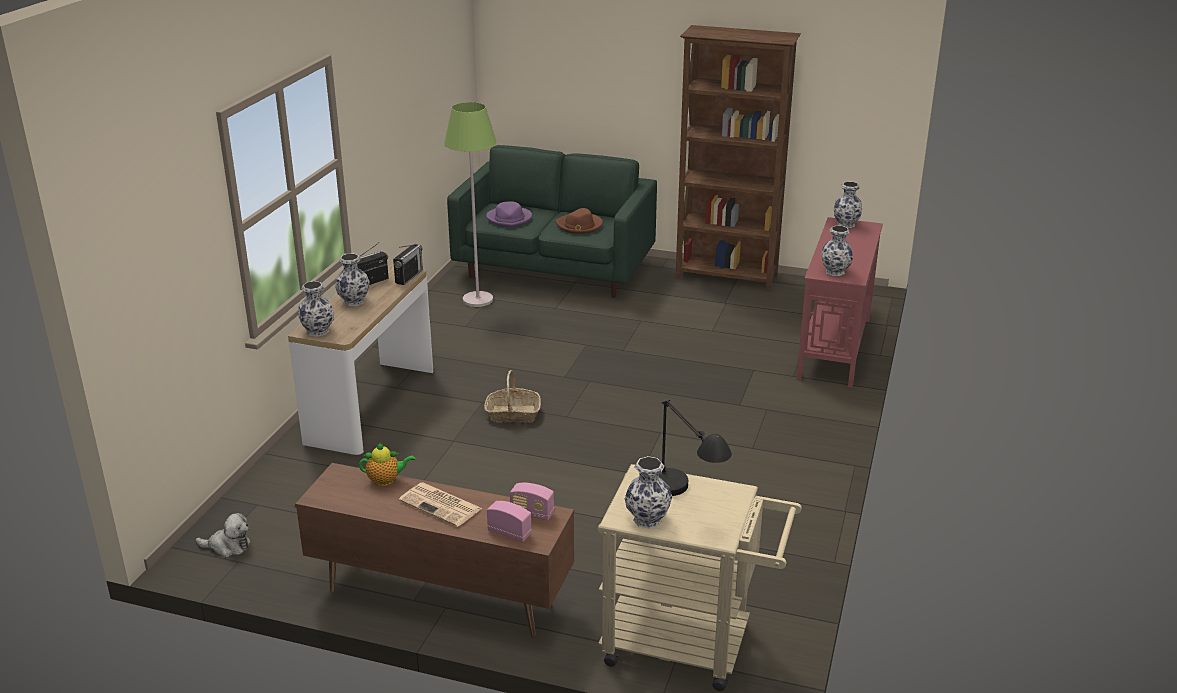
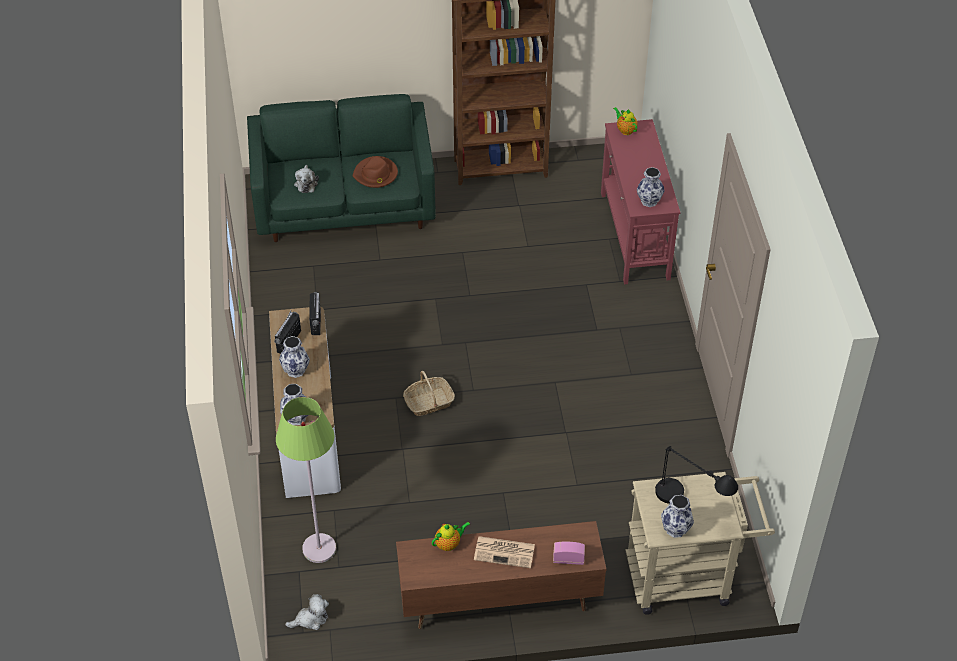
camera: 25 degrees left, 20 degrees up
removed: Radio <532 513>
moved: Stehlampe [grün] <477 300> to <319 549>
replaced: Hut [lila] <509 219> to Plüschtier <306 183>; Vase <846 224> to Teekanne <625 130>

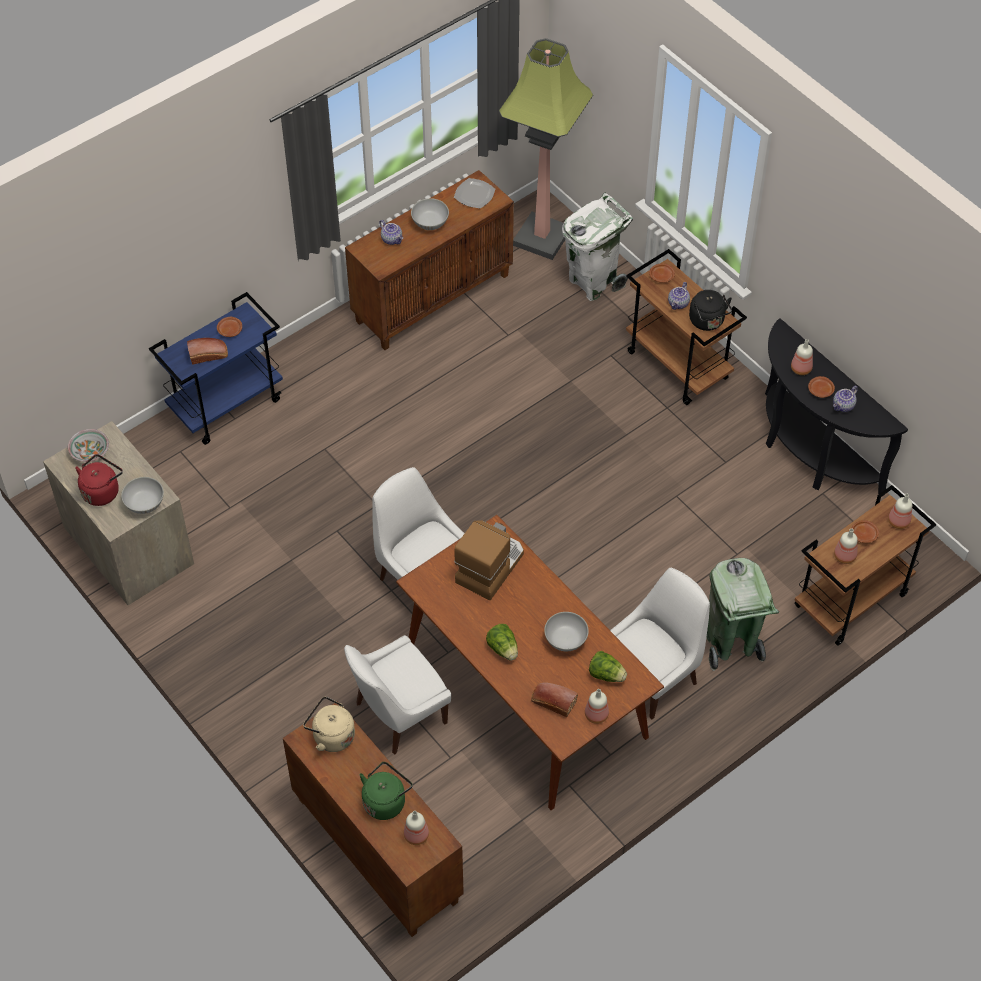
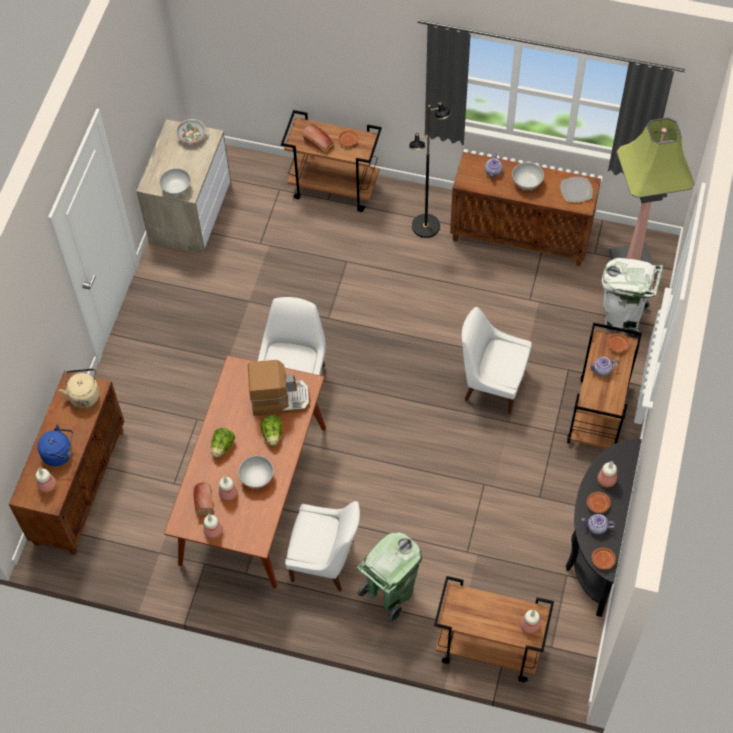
camera: 55 degrees right, 5 degrees up
removed: Wasserkessel [rot] <102 491>; Wasserkessel [schwarz] <708 322>
added: Stehlampe [schwarz] <426 226>
moved: Stuhl [weiß] <398 715> to <492 384>; Salatkopf <606 674> to <272 434>; Flasche <845 555> to <229 494>; Teller [braun] <864 534> to <603 560>
recoloured: Rollwagen [blau] <227 404> to Rollwagen [braun] <335 188>; Wasserkessel [grün] <385 801> to Wasserkessel [blau] <59 454>

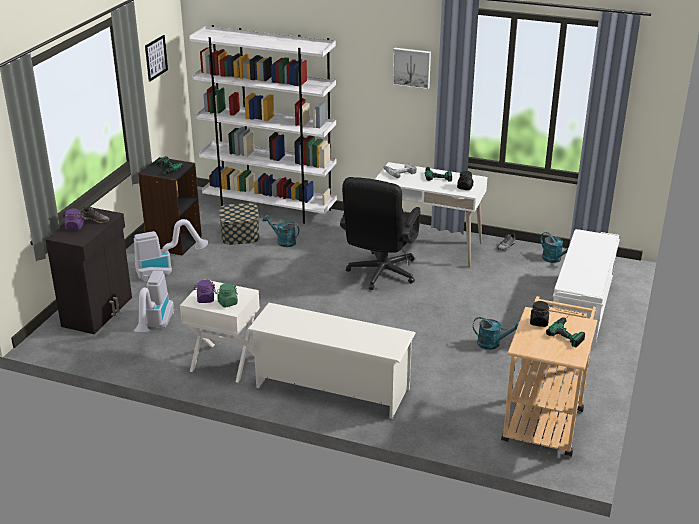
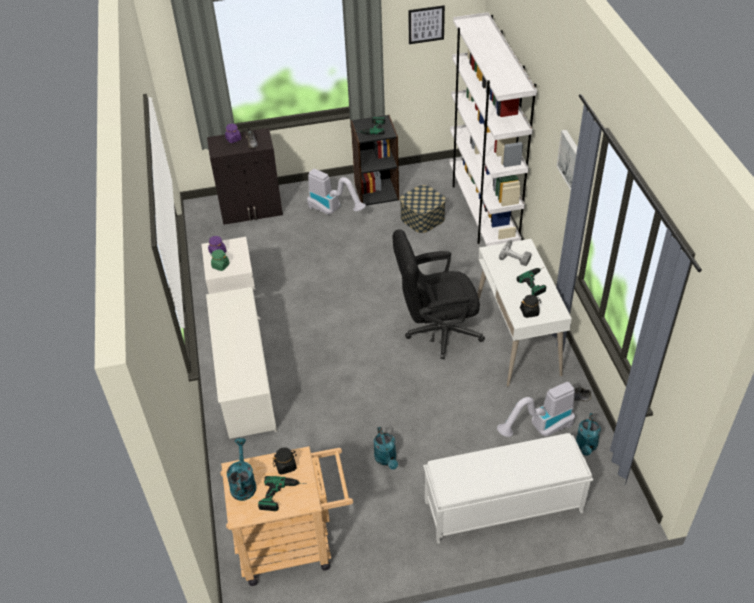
camera: 60 degrees right, 15 degrees up
moved: Staubsauger <155 327> to <539 429>; Gießkanne [türkis] <283 241> to <243 483>

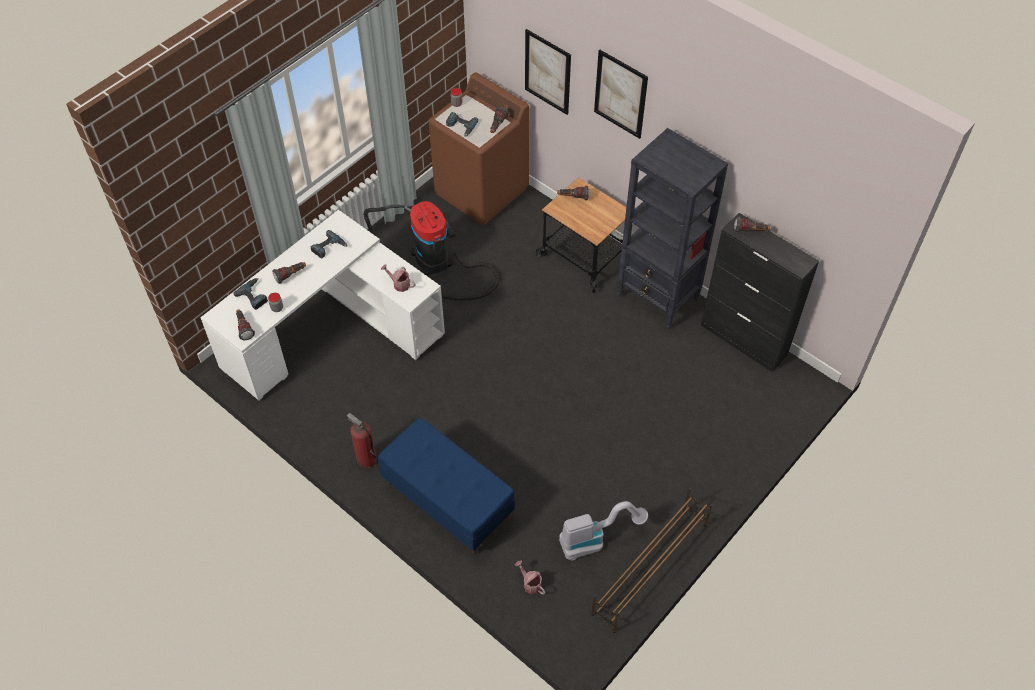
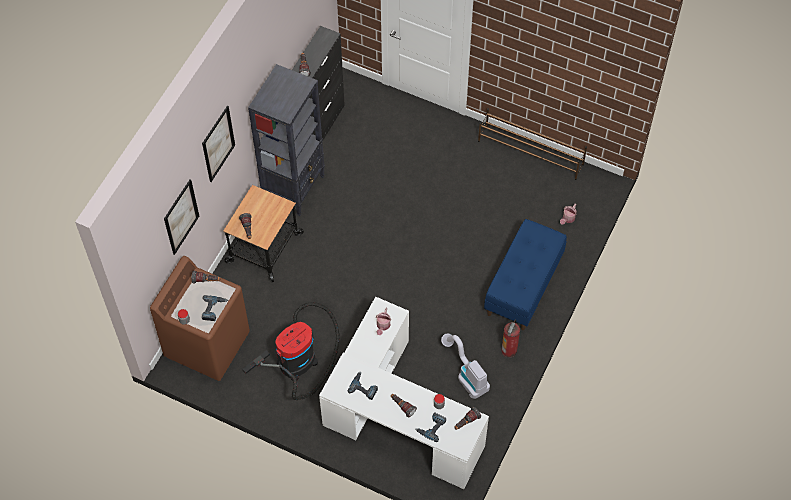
camera: 105 degrees left, 5 degrees up
moved: Staubsauger <595 539> to <466 375>

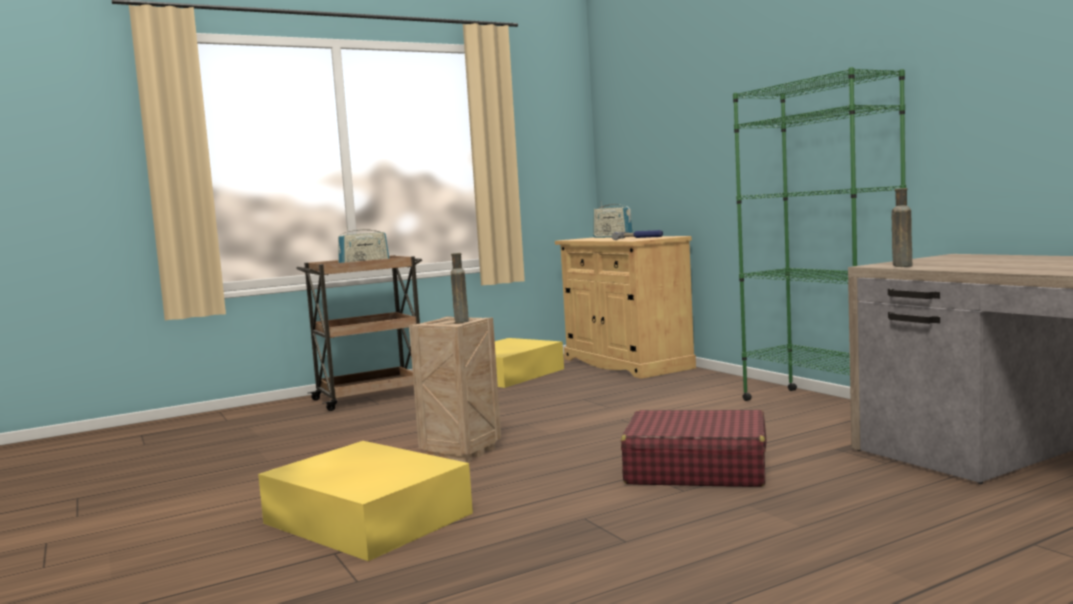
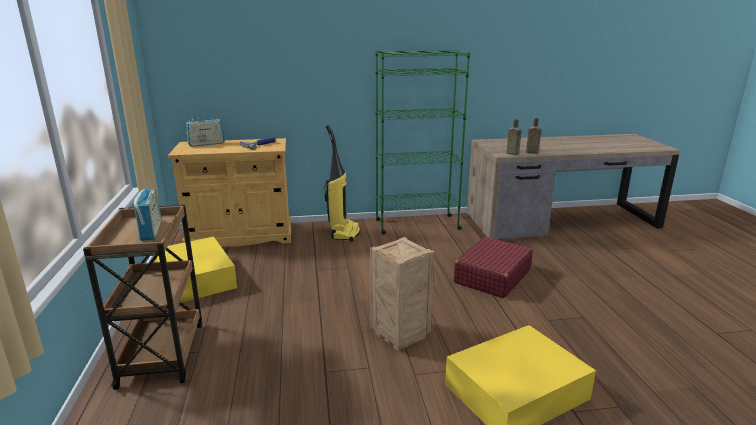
camera: 70 degrees left, 15 degrees up
added: Staubsauger <344 232>
moved: Flasche [braun] <461 321> to <531 152>

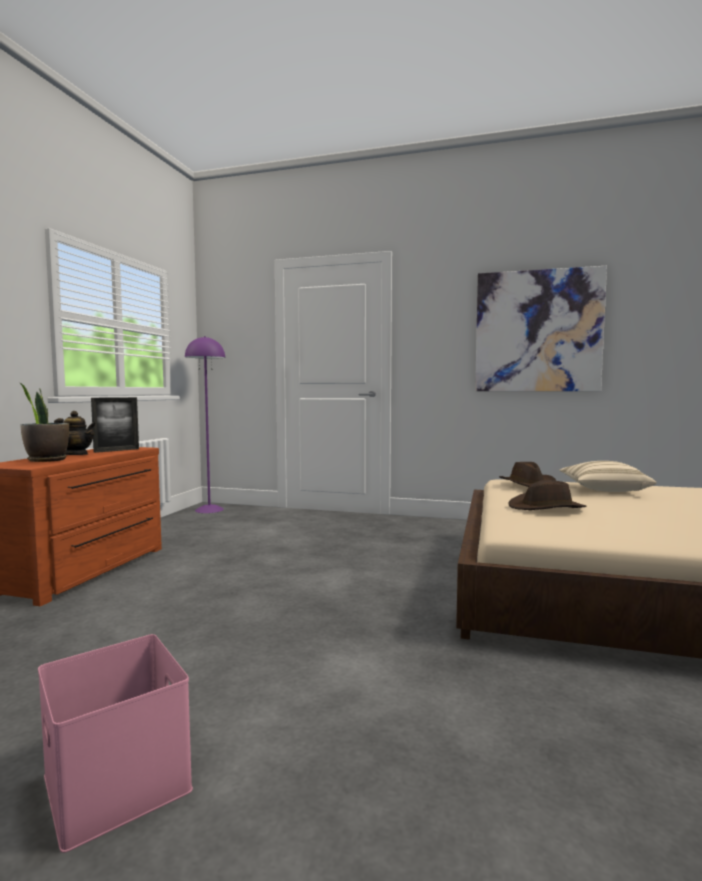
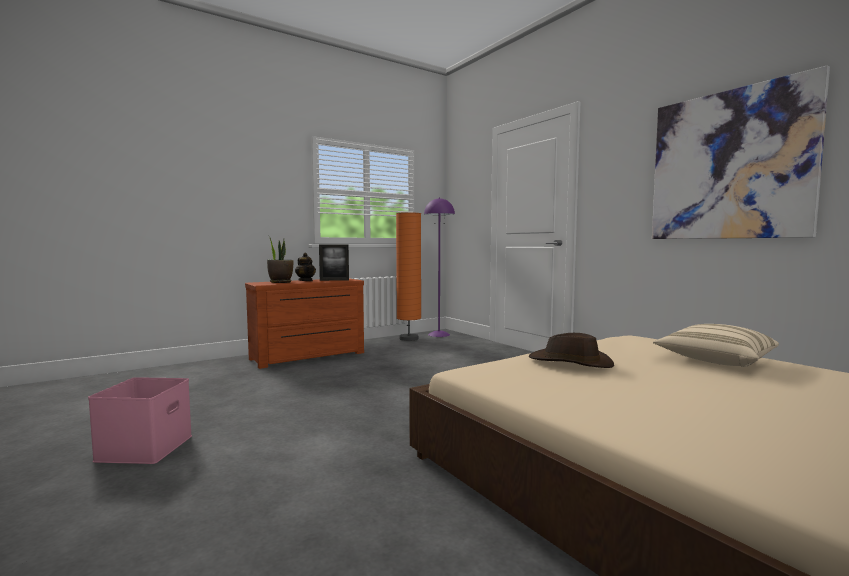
camera: 40 degrees right, 0 degrees up
removed: Hut [braun] <528 484>
added: Stehlampe [orange] <408 339>

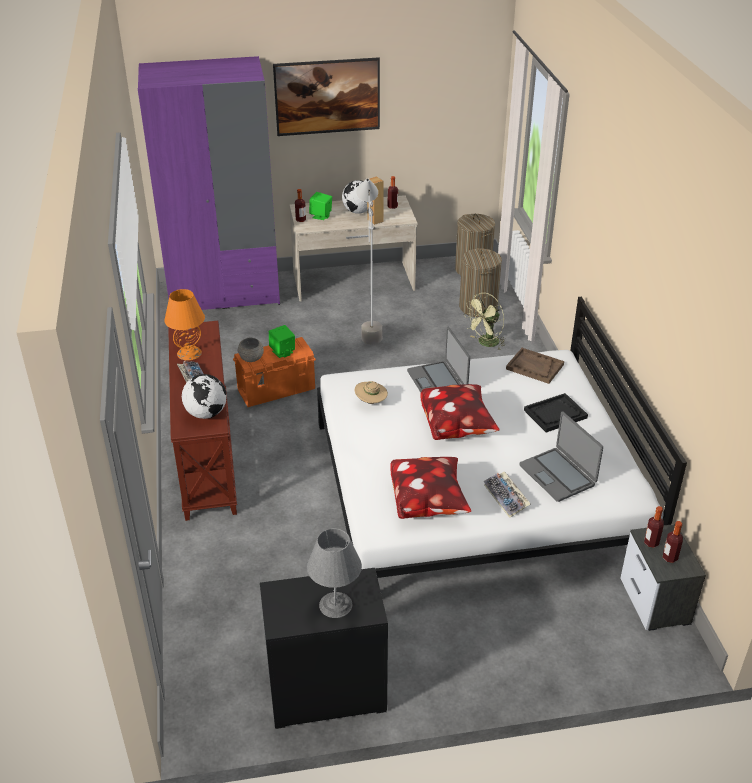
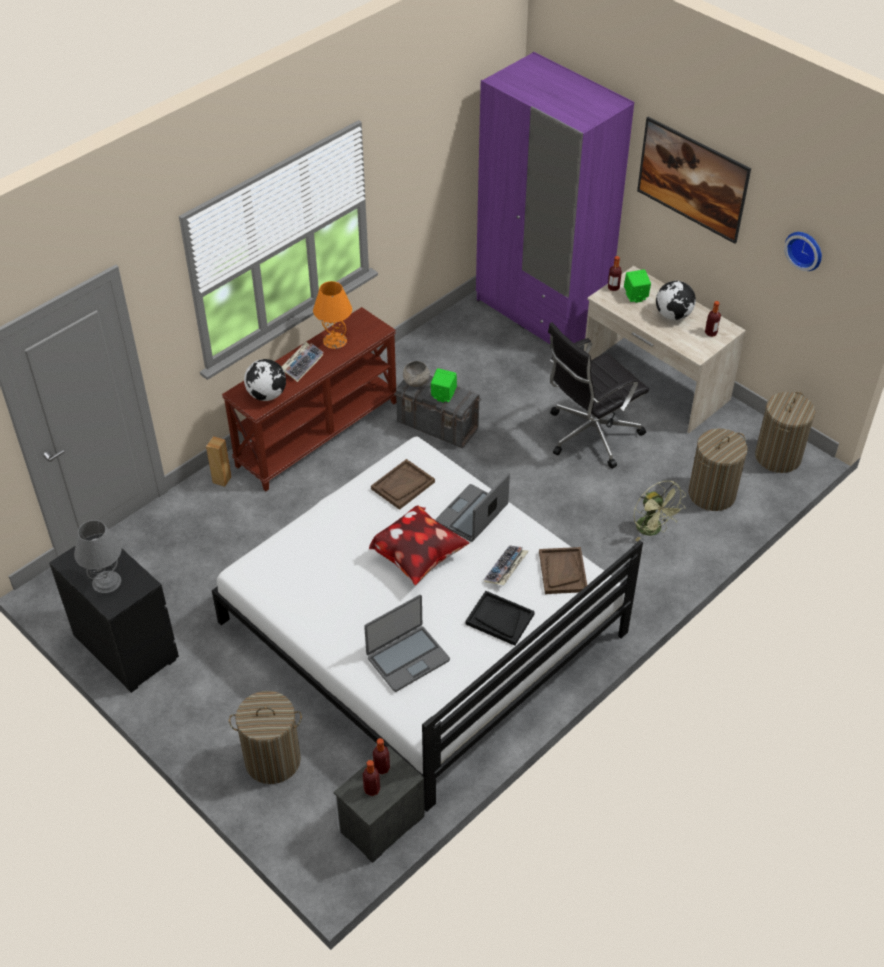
camera: 55 degrees right, 10 degrees up
removed: Kissen <428 503>
added: Wäschekorb <272 760>; Wanduhr <805 249>
moved: Lautsprecher [braun] <375 220> to <221 479>; Tastatur <507 498> to <506 570>
replaced: Hut [beige] <371 402> to Tablett [braun] <403 485>; Stehlampe [grau] <369 328> to Bürostuhl [schwarz] <590 435>
recoloured: Aufbewahrungsbox [orange] <277 390> to Aufbewahrungsbox [grau] <438 426>
turned: Ventilator [grün] <485 343> = <653 530> 135 degrees counterclockwise; Laptop <558 475> = <407 658> 150 degrees counterclockwise

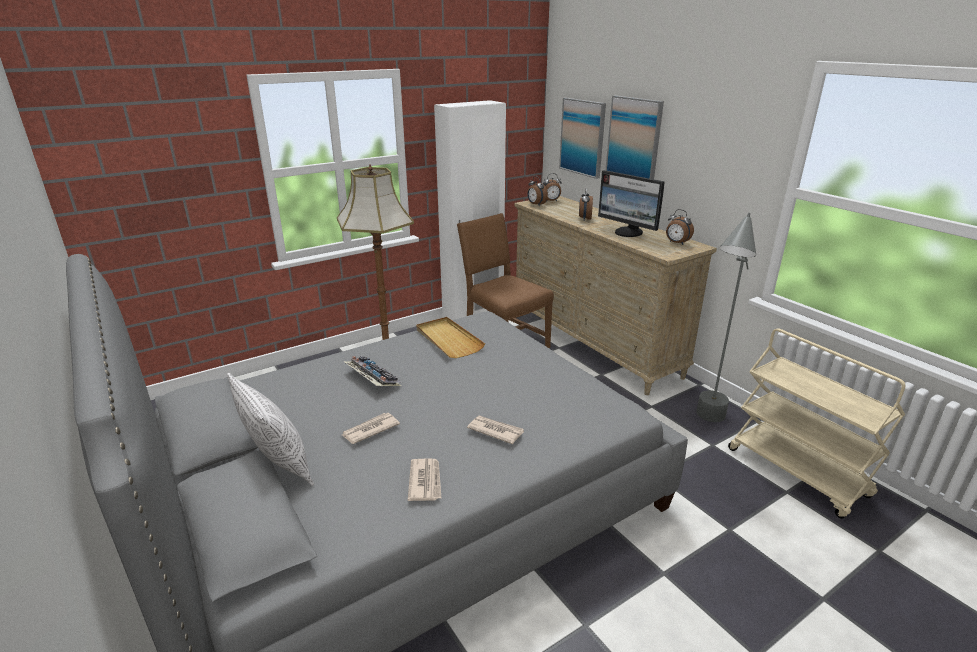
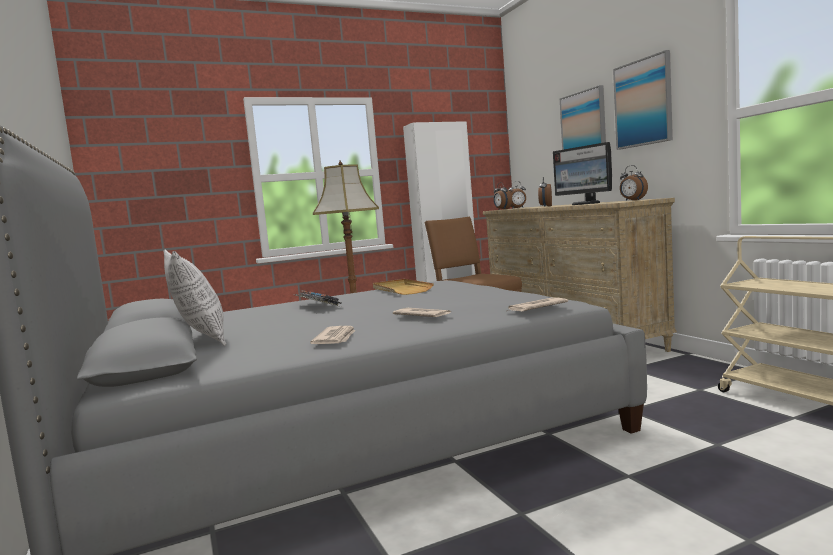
camera: 10 degrees right, 20 degrees down
removed: Stehlampe [grau] <705 426>
moved: Zeitung <370 430> to <536 308>; Bild <582 137> to <643 103>

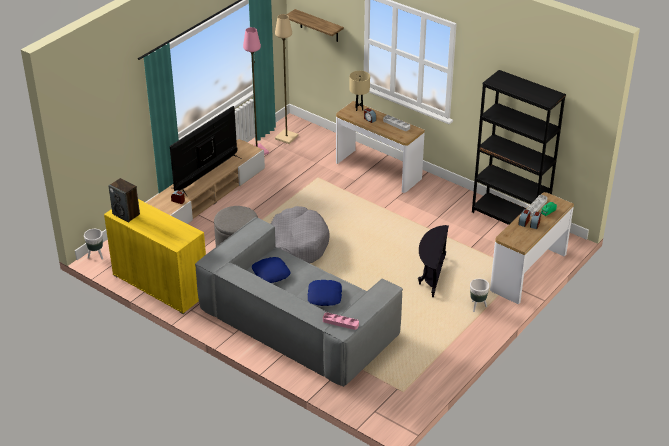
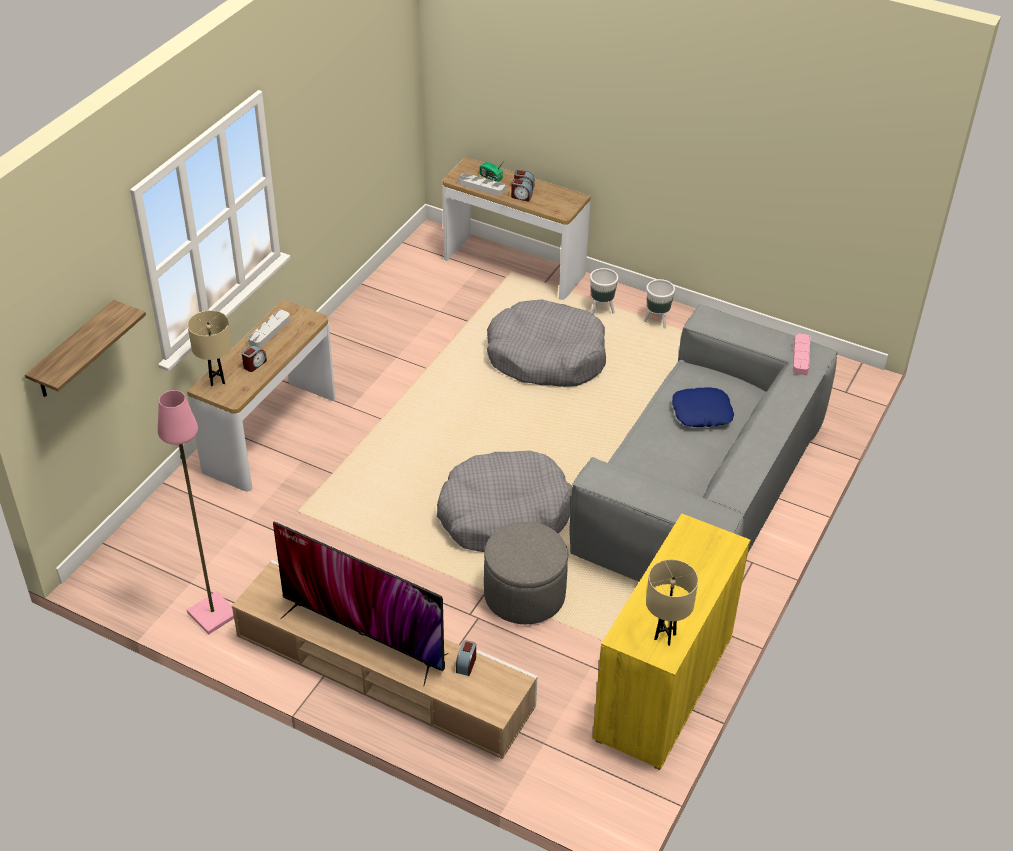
camera: 100 degrees left, 5 degrees up
removed: Kissen [blau] <270 273>; Stehlampe [beige] <286 137>; Bücherregal [schwarz] <509 218>
moved: Pflanzkübel [weiß] <96 256> to <657 321>
replaced: Lautsprecher <126 214> to Tischlampe [beige] <664 636>; Beistelltisch [schwarz] <431 276> to Hundebett [grau] <546 356>

